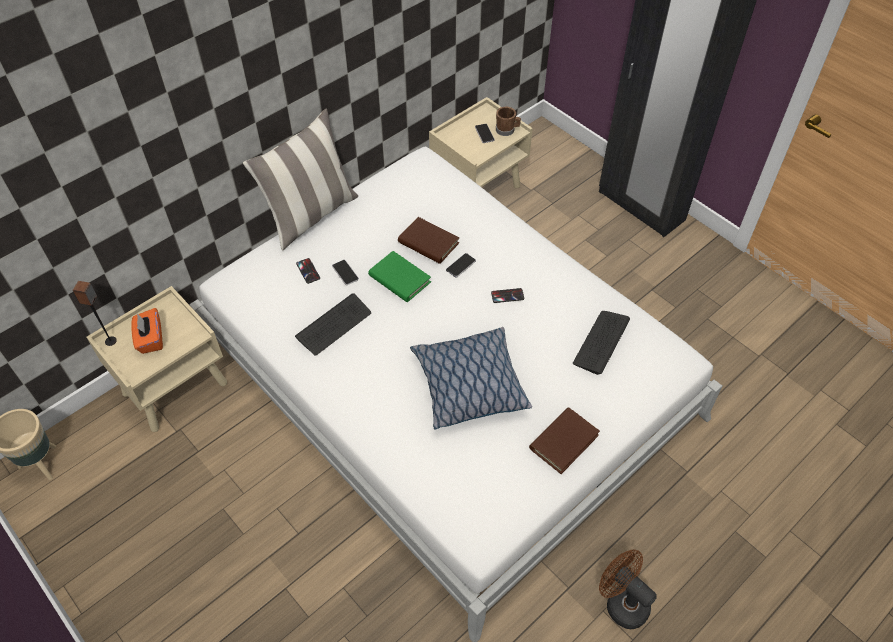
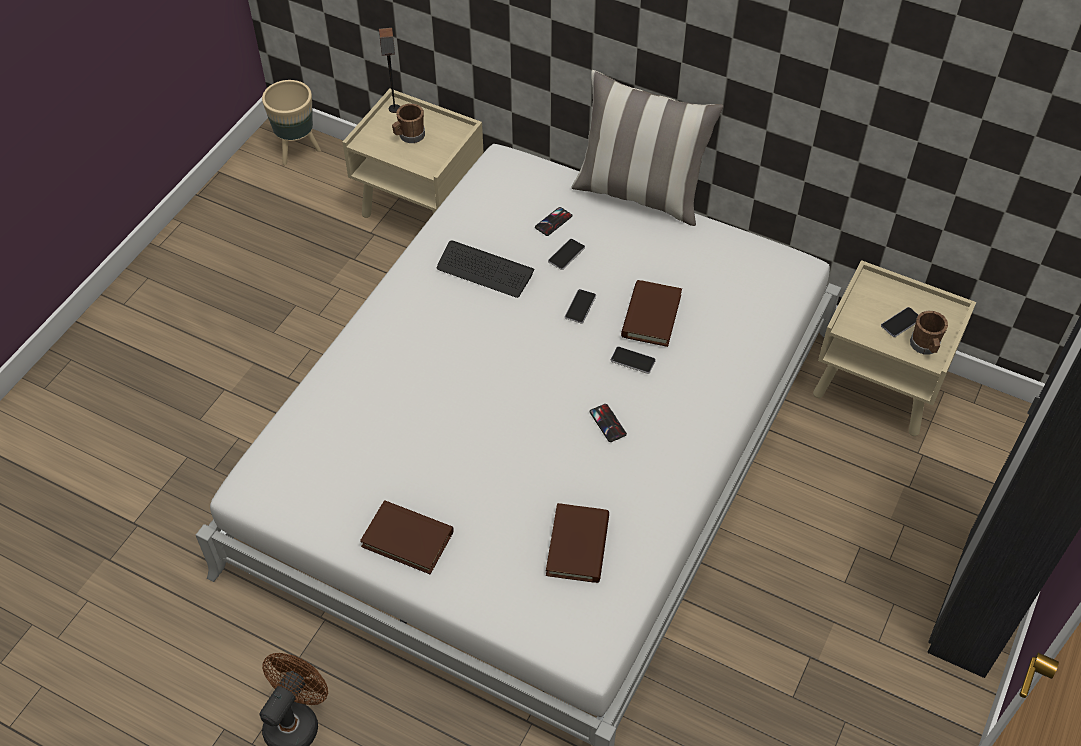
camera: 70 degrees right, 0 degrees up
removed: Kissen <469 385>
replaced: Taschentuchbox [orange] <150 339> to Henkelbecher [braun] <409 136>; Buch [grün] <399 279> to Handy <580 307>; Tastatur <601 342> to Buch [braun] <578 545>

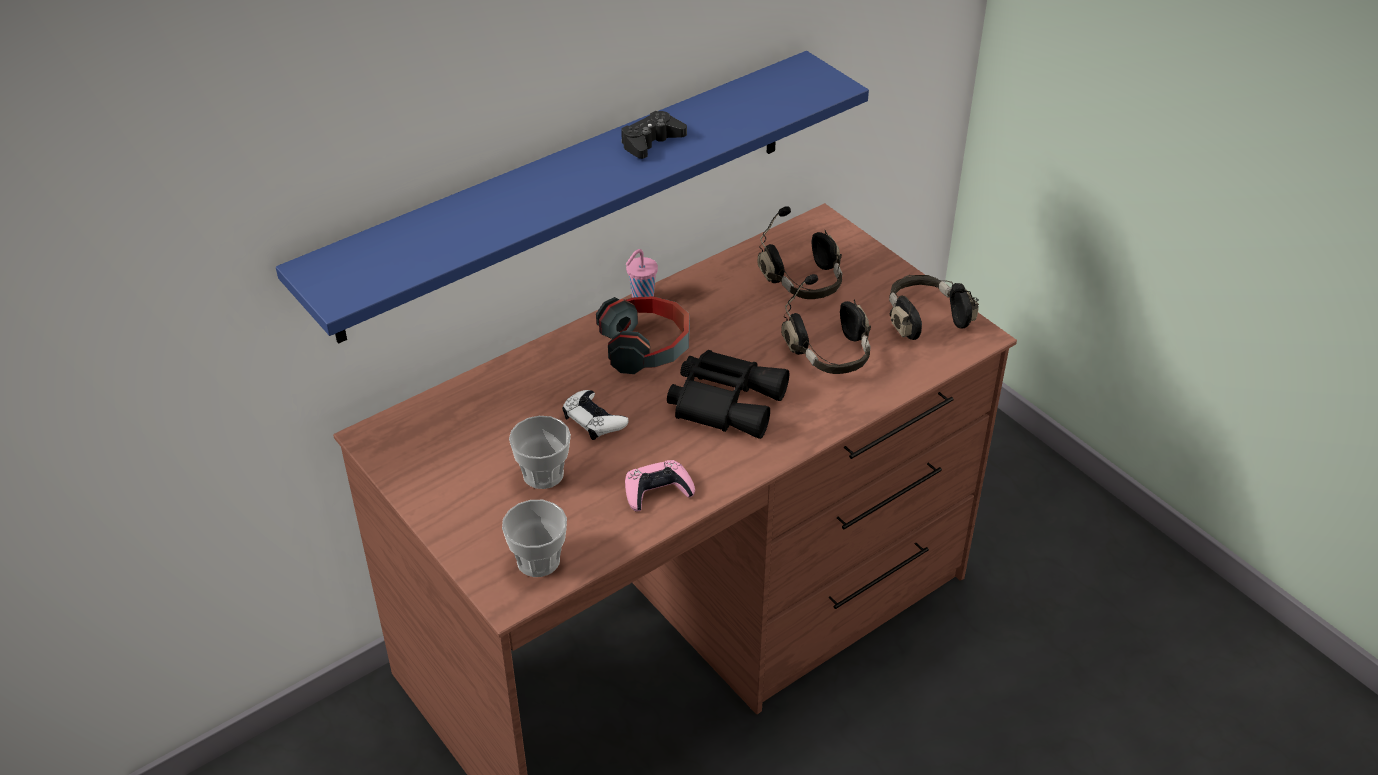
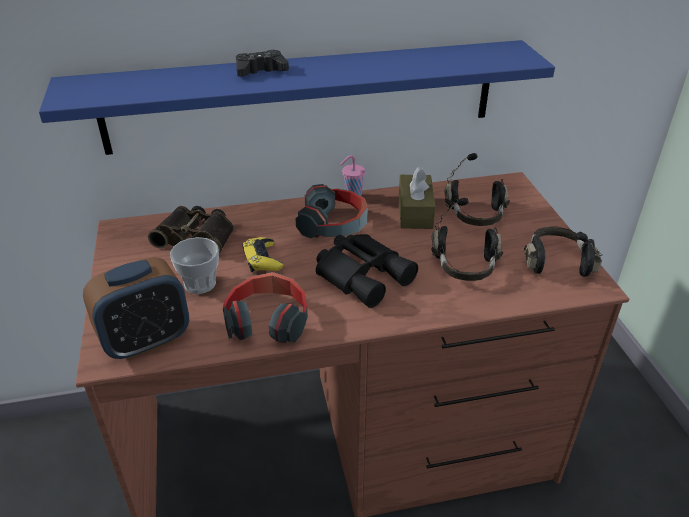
camera: 25 degrees right, 5 degrees down
added: Fernglas <197 236>; Taschentuchbox [braun] <415 212>
moved: Gamepad [schwarz] <651 142> to <260 71>
replaced: Tasse <538 560> to Wecker <146 341>; Gamepad [rosa] <657 491> to Kopfhörer <268 320>
recoloured: Gamepad [weiß] <594 419> to Gamepad [gelb] <262 259>

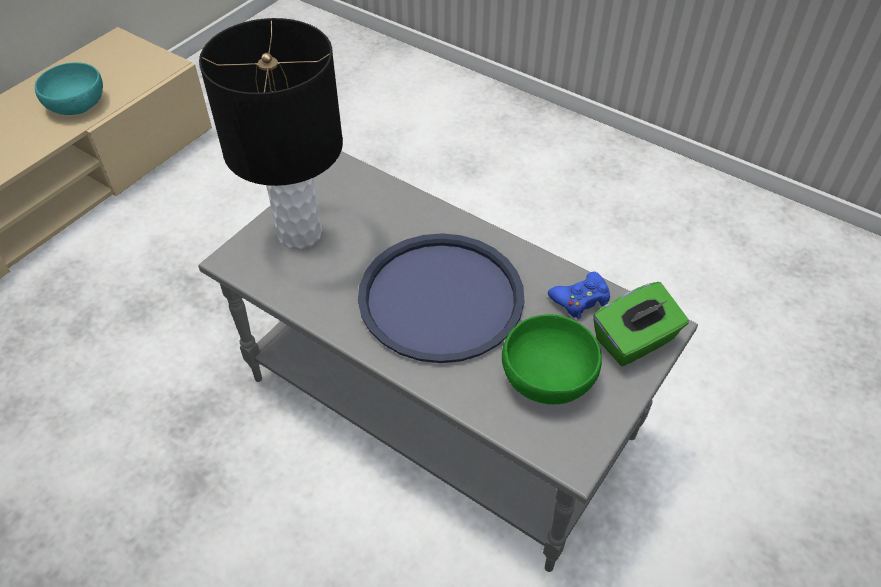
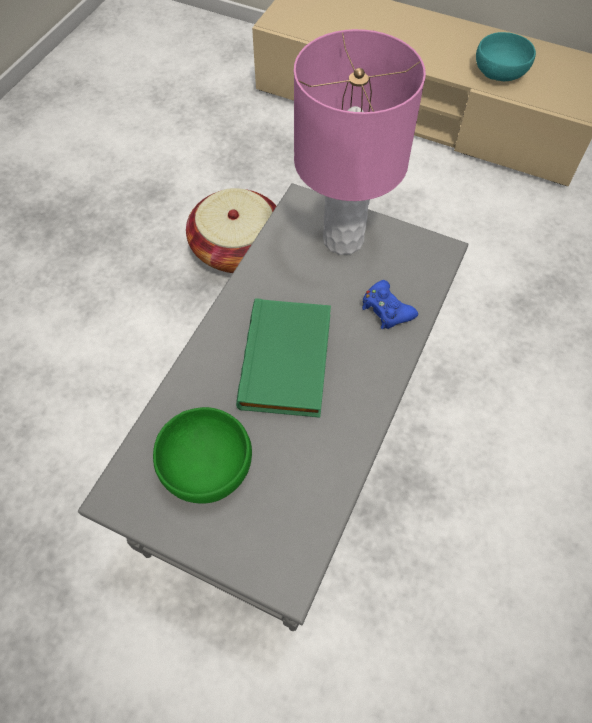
camera: 80 degrees right, 10 degrees up
removed: Taschentuchbox [grün] <635 341>
added: Korb <237 248>
moved: Gamepad [blau] <580 300> to <386 310>
replaced: Tablett [blau] <441 298> to Buch [grün] <289 362>
recoloured: Tischlampe [schwarz] <300 233> to Tischlampe [rosa] <343 240>

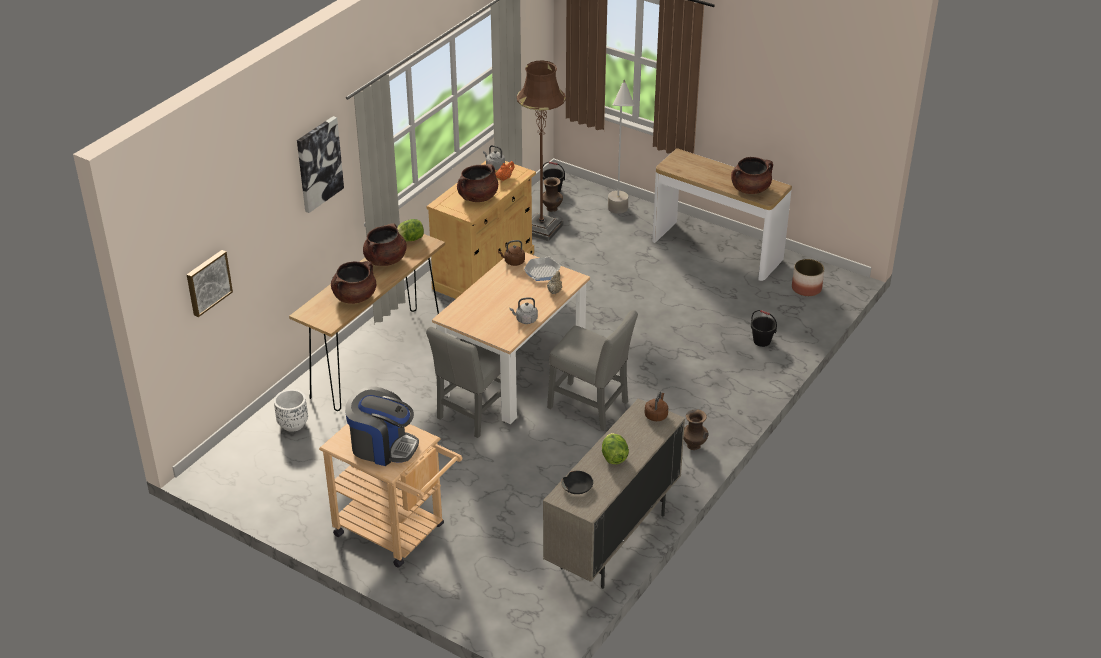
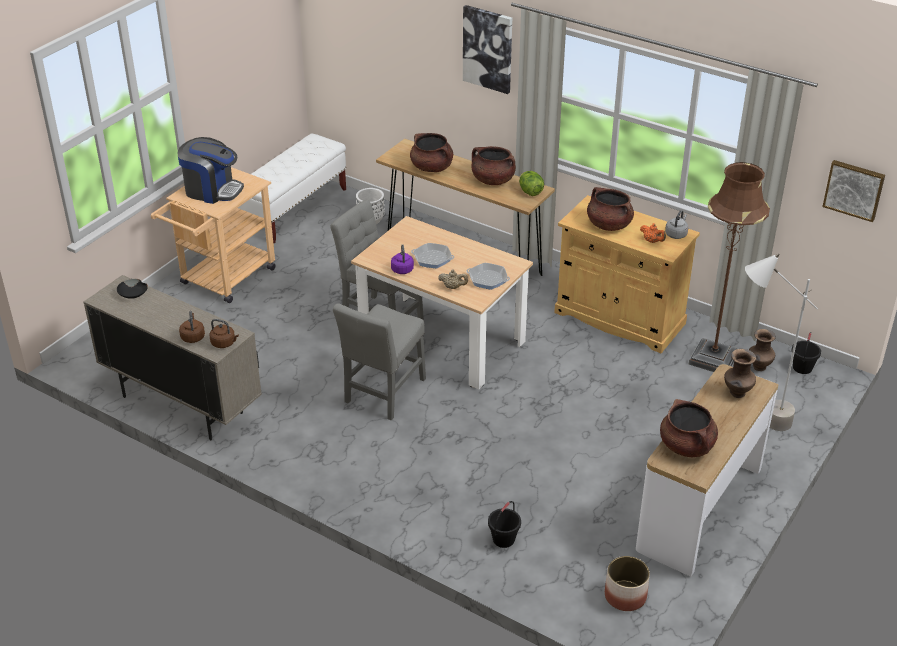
camera: 90 degrees right, 0 degrees up
removed: Salatkopf <614 457>
added: Bank [weiß] <294 209>; Pfanne <432 259>
moved: Bild <207 282> to <854 189>; Wasserkessel [braun] <513 262> to <193 337>; Vase [braun] <694 446> to <737 393>
recoloured: Wasserkessel [grau] <525 320> to Wasserkessel [lila] <402 269>
turned: Kaffeemaschine <382 446> = <212 190> 90 degrees counterclockwise

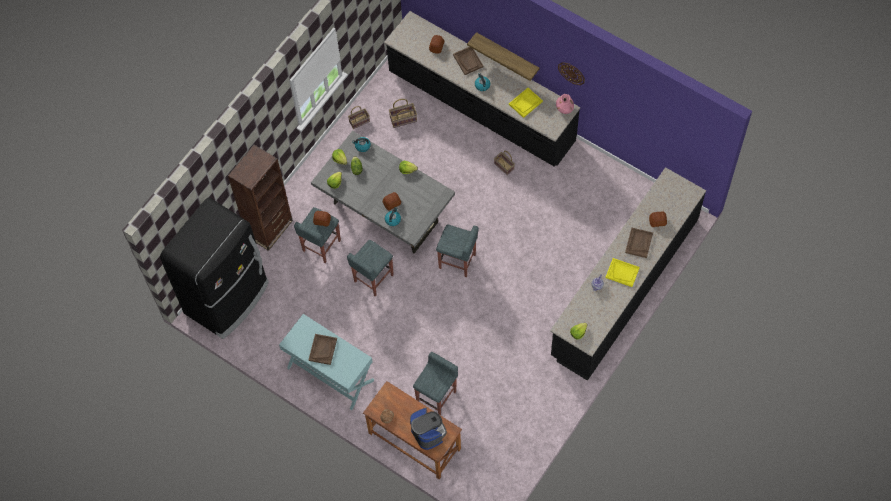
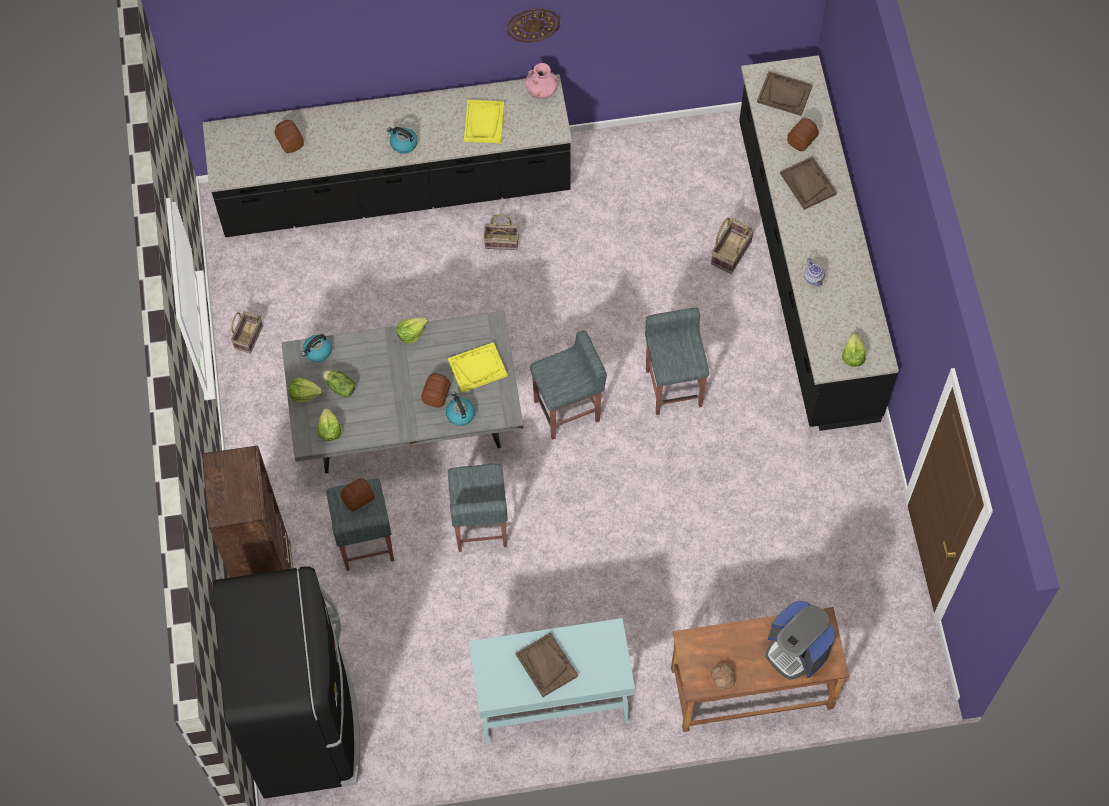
camera: 45 degrees left, 0 degrees up
removed: Wandregal <507 54>
moved: Korb <403 119> to <730 252>; Hocker [grau] <437 396> to <673 387>; Tablett [braun] <468 61> to <784 94>; Tablett [gelb] <622 273> to <477 368>
turned: Kaffeemaschine <428 432> = <797 650> 150 degrees counterclockwise

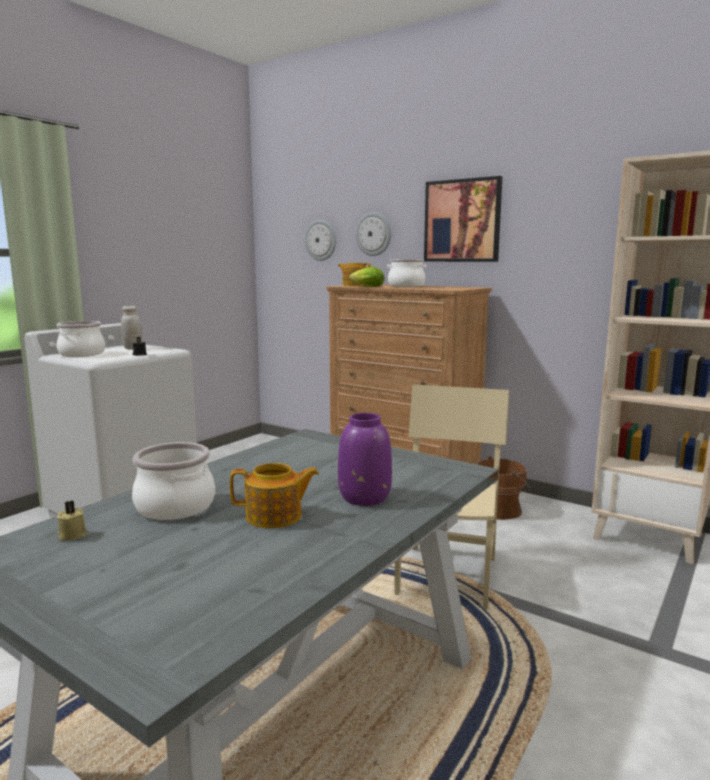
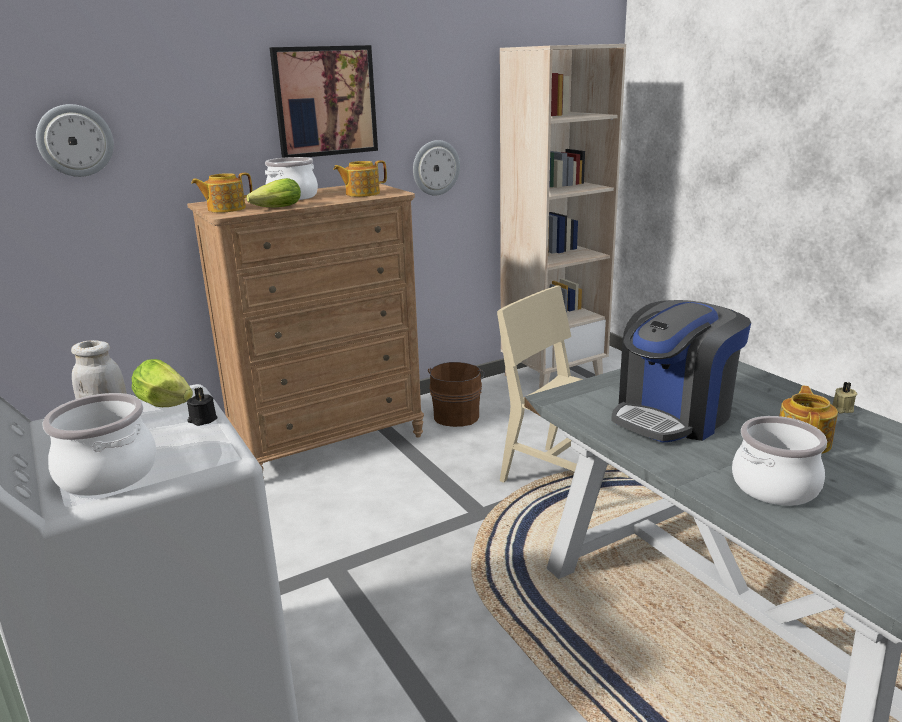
camera: 65 degrees left, 10 degrees up
removed: Vase [lila] <364 497>
added: Salatkopf <167 404>; Teekanne <361 194>; Kaffeemaschine <673 415>
moved: Kerze [beige] <72 535> to <841 409>; Wanduhr <374 234> to <435 167>

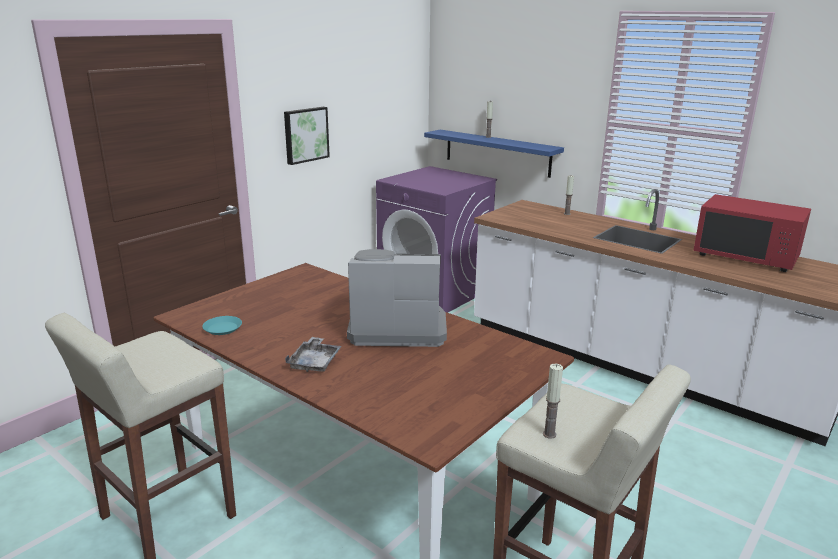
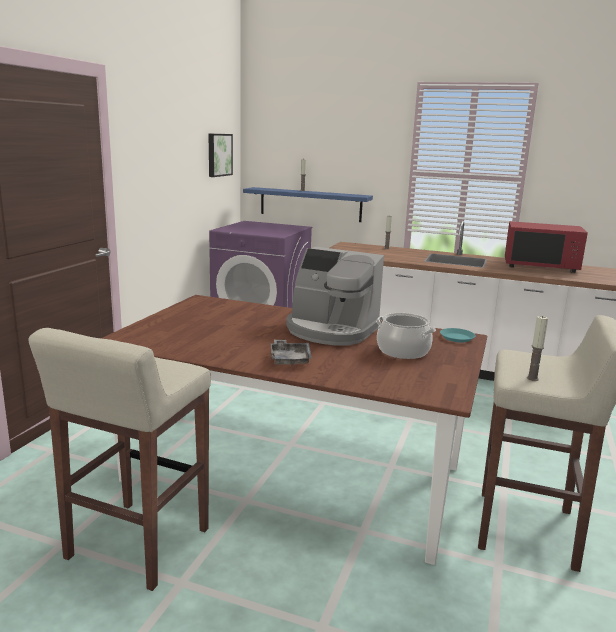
camera: 20 degrees left, 5 degrees down
added: Kochtopf <402 351>
moved: Teller [türkis] <222 328> to <456 338>; Bild <305 135> to <218 155>
turned: Kaffeemaschine <396 328> = <331 330> 135 degrees counterclockwise

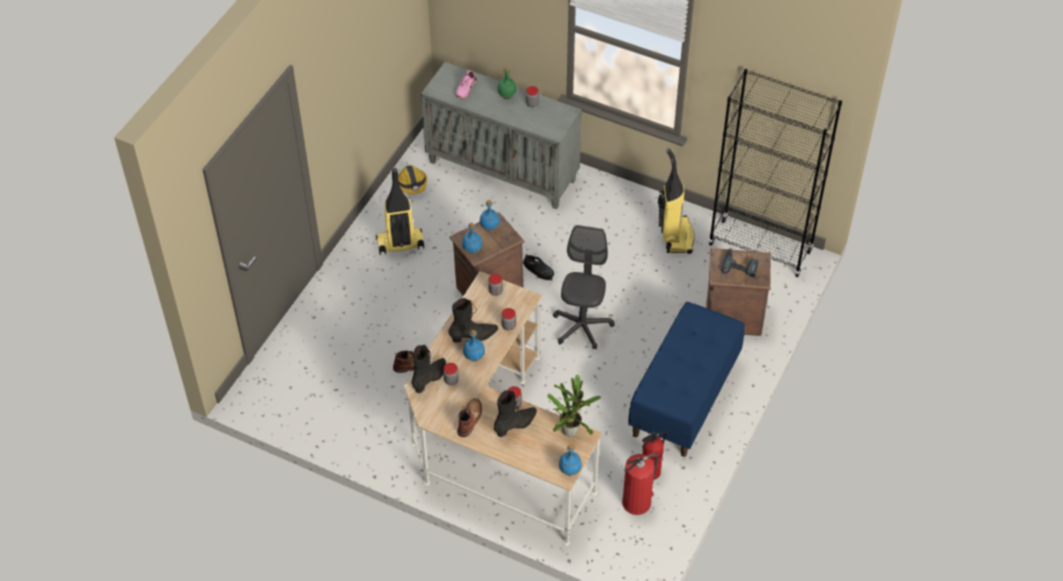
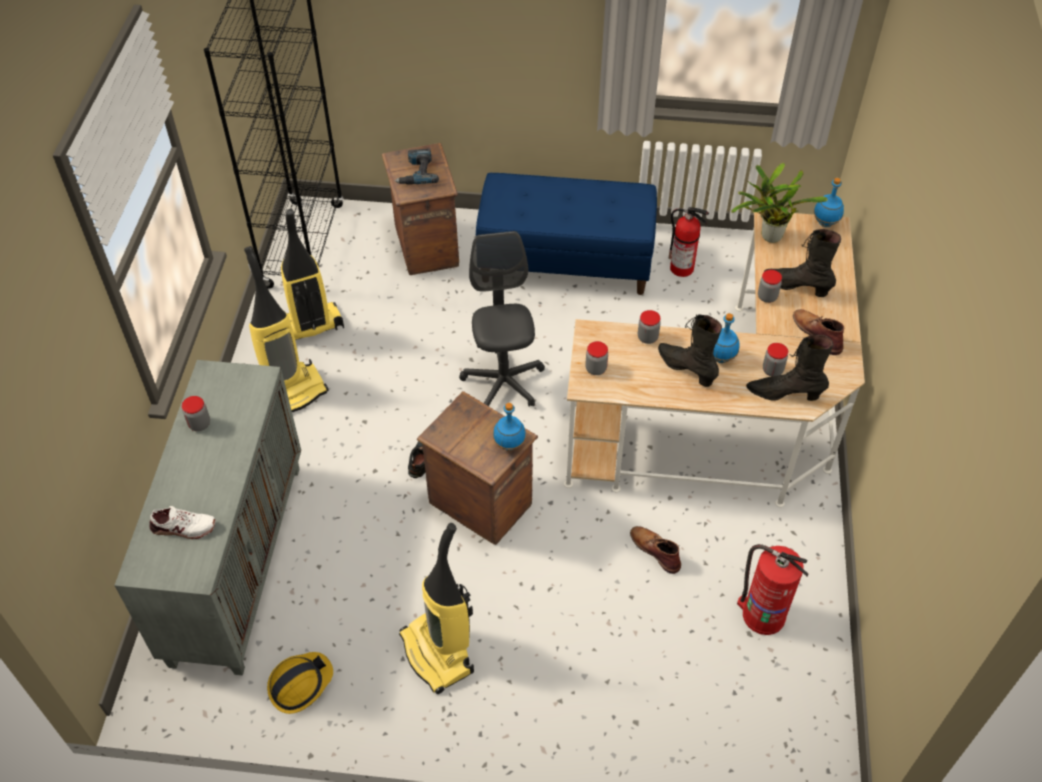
camera: 110 degrees left, 0 degrees up
removed: Flasche [blau] <490 227>; Flasche [grün] <507 96>
added: Staubsauger <290 392>
moved: Feuerlöscher <637 502> to <762 614>
recoloured: Schuh [rosa] <465 88> to Schuh [weiß] <183 528>
turned: Stiefel [braun] <470 418> = <817 333> 60 degrees clockwise; Bürostuhl [grau] <582 327> = <503 382> 90 degrees clockwise

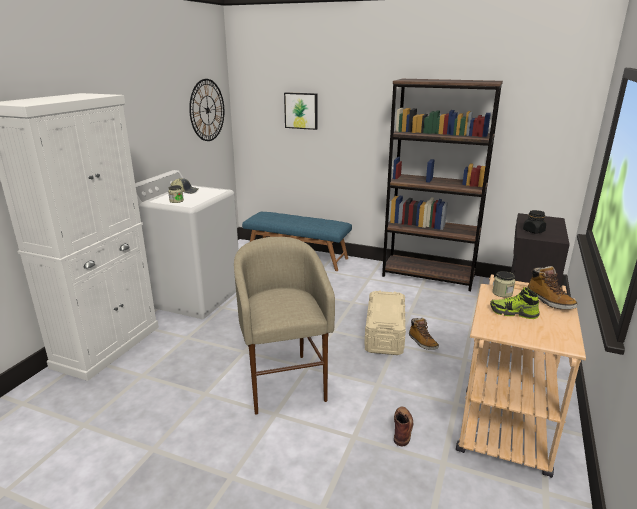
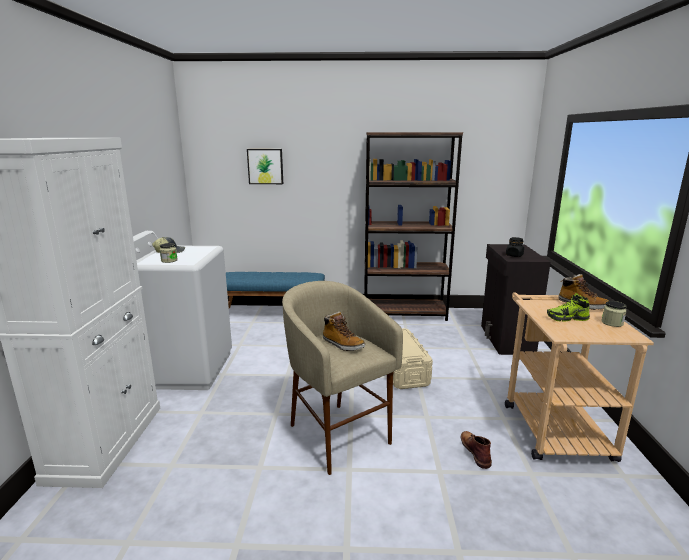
camera: 20 degrees left, 5 degrees down
removed: Wanduhr <207 110>
moved: Stiefel <422 342> to <342 345>; Vorratsglas <502 293> to <612 323>

